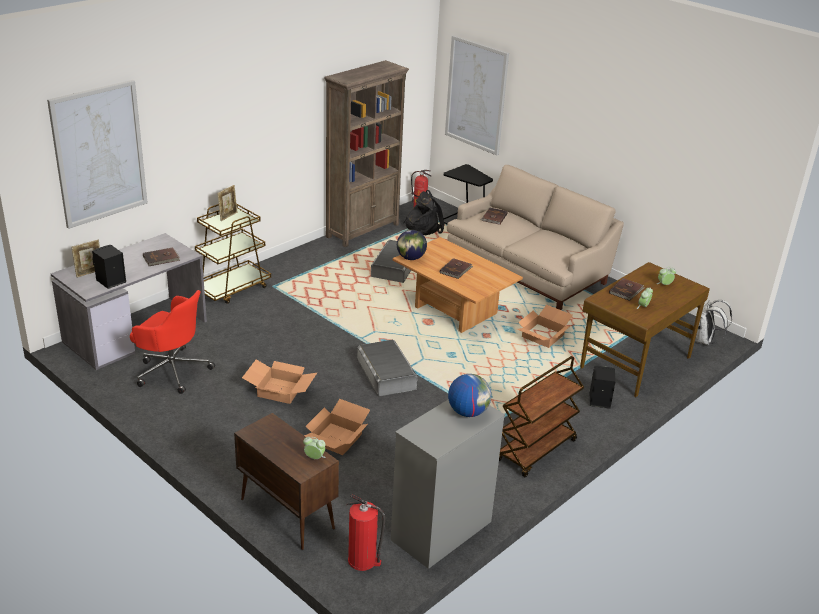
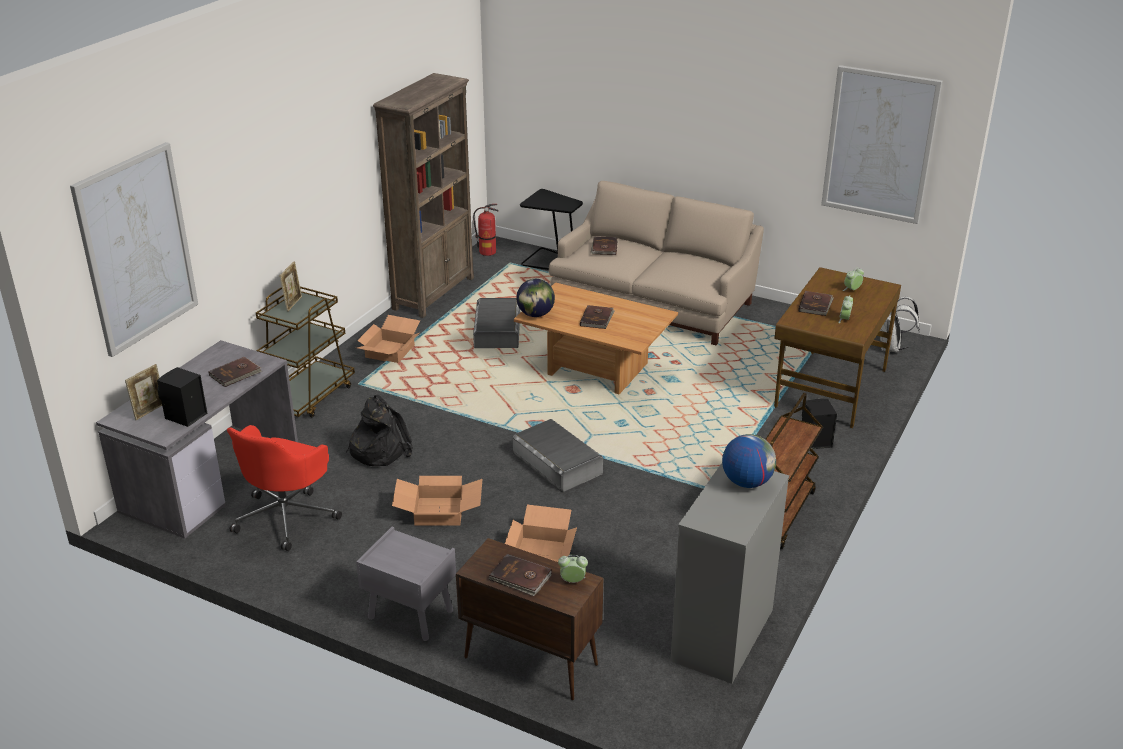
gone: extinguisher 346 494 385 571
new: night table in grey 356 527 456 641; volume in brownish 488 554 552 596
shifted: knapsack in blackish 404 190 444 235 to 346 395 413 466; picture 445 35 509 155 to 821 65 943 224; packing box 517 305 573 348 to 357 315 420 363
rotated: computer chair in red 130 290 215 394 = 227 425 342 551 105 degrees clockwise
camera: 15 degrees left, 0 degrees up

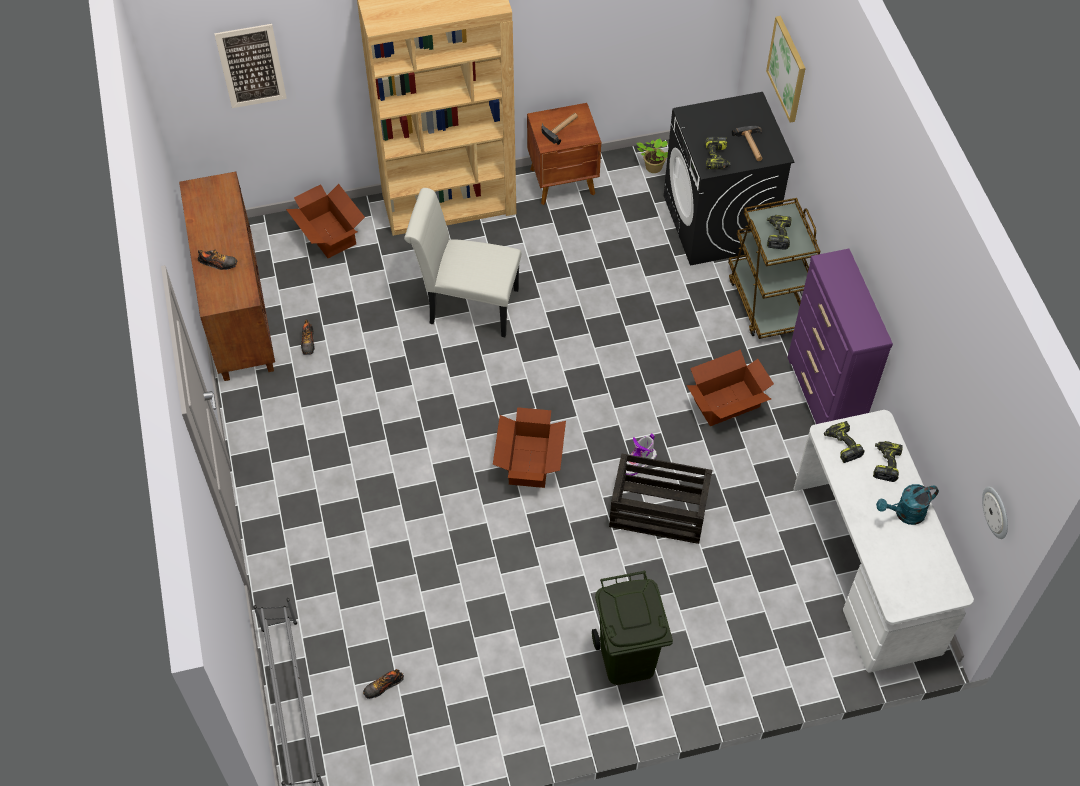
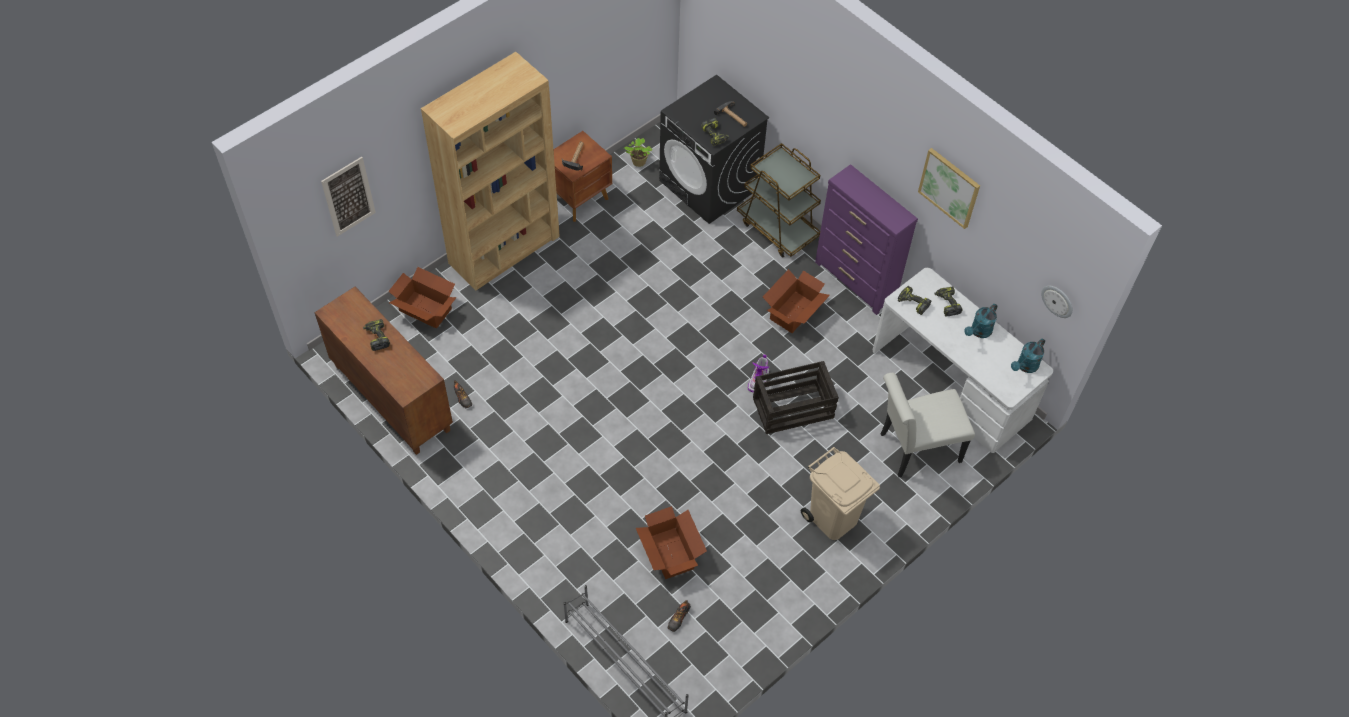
gone: item of footwear 197 249 238 270
new: sprinkling can in turquoise-coloured 1011 338 1045 373
shifted: upright chair in whitish 404 188 521 337 to 880 373 975 477; packing box 493 407 566 488 to 636 506 707 579; picture 766 16 806 122 to 918 148 980 229; drill 767 215 791 250 to 363 319 390 351
repainted: waste bin in green-coloured 592 571 673 685 to waste bin in sand-coloured 801 447 880 540
camera: 30 degrees left, 0 degrees up

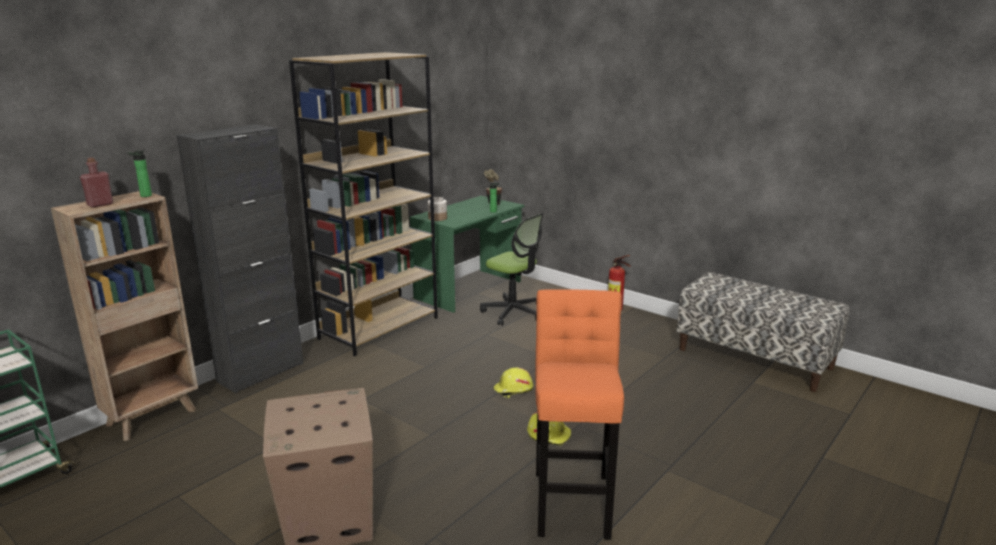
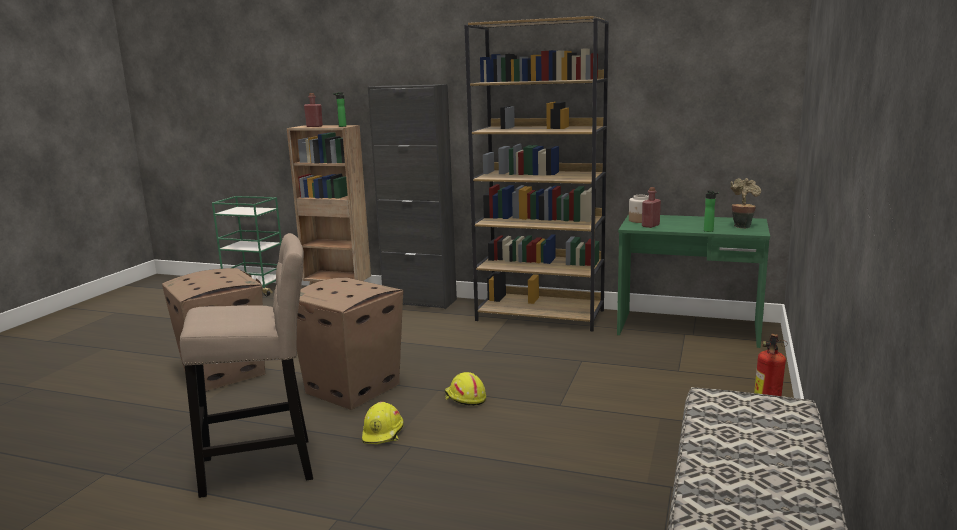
gone: computer chair 480 213 544 326
new: packing box 297 278 404 410; drink bottle in red 642 187 661 228
repainted: stool seat in orange 535 289 624 540 to stool seat in sand-coloured 180 233 313 498
camera: 70 degrees right, 5 degrees down

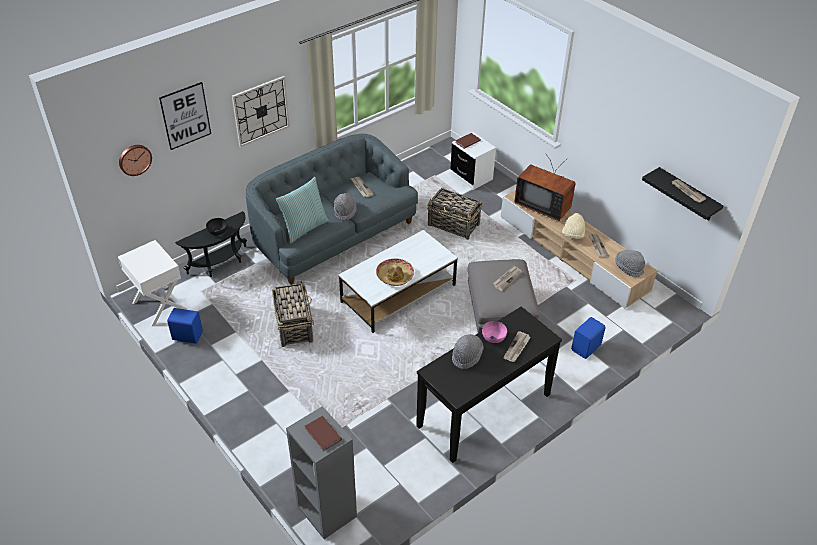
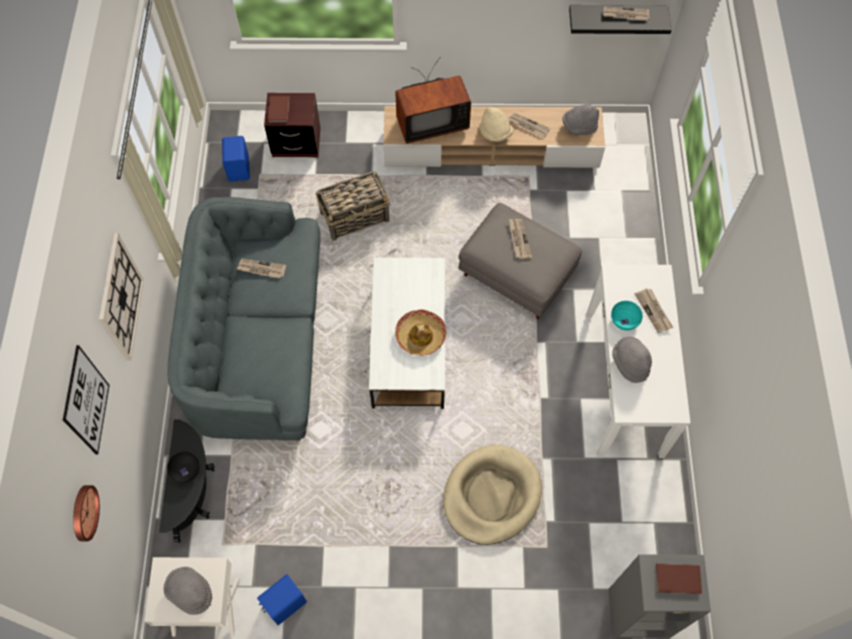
gone: basket 272 280 314 347; pillow 276 177 329 243
new: pet bed in sand-coloured 443 445 542 545
shifted: clothing hat in grey 334 193 357 221 to 163 567 212 615; loudspeaker in blue 571 317 606 359 to 222 136 250 182
repainted: console table in blackish 416 306 562 463 to console table in whitish 587 264 691 458; night table in whitish 450 132 496 190 to night table in brownish 264 93 320 157; serving bowl in pink 482 321 507 343 to serving bowl in turquoise-coloured 611 301 643 330
camera: 50 degrees left, 20 degrees up

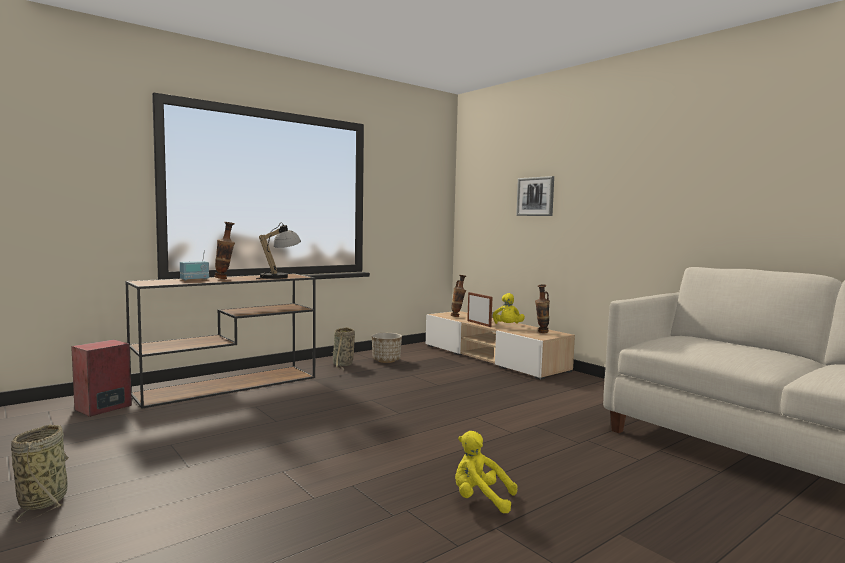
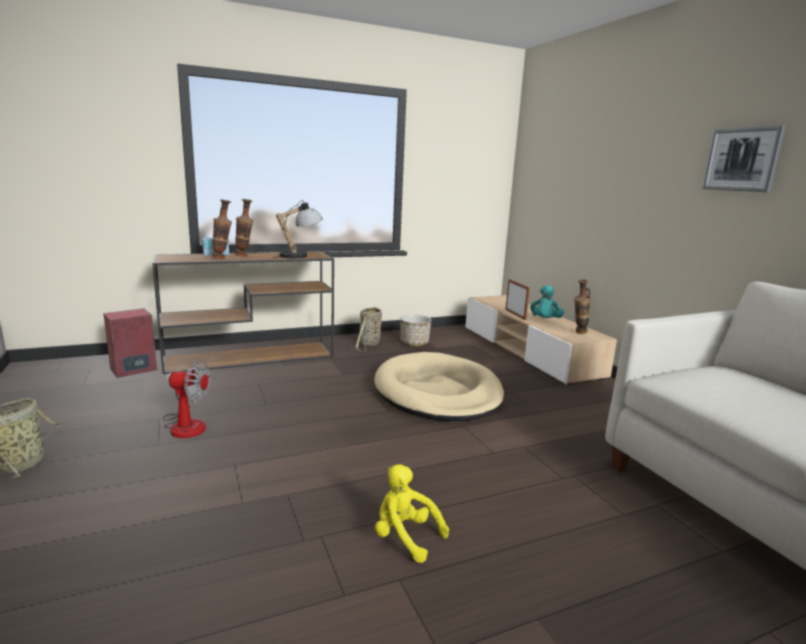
new: fan 163 361 211 438; pet bed in sand-coloured 374 352 504 421
shifted: decorative vase 450 275 466 317 to 212 200 232 260; picture 516 176 554 216 to 702 125 786 192
repainted: cuddly toy in yellow-coloured 493 293 525 324 to cuddly toy in turquoise-coloured 530 285 564 318
camera: 15 degrees right, 10 degrees up

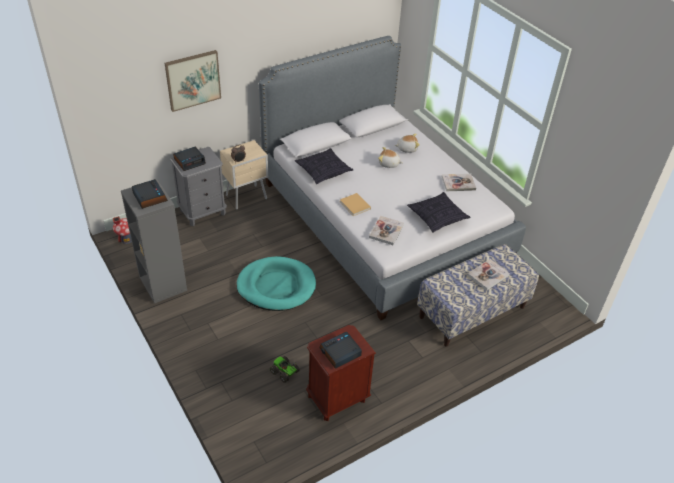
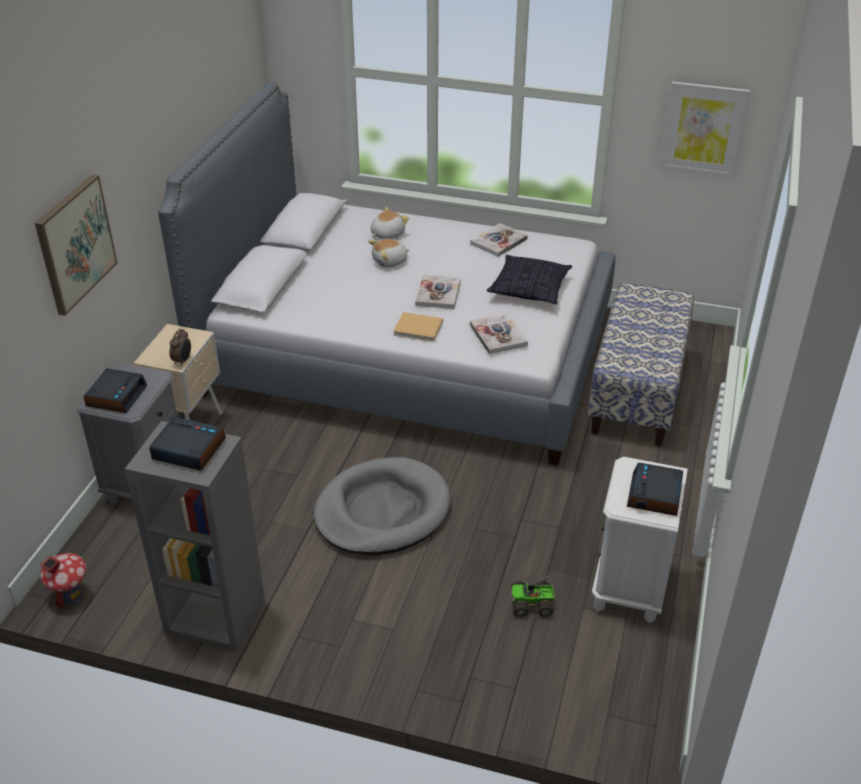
gone: pillow 295 148 353 184
new: picture 660 81 751 178
shifted: volume 467 259 510 291 to 415 275 461 309
repainted: pet bed in turquoise-coloured 236 256 316 311 to pet bed in grey 314 457 450 555; night table in brownish 306 325 376 421 to night table in whitish 592 457 688 623
camera: 40 degrees left, 5 degrees down

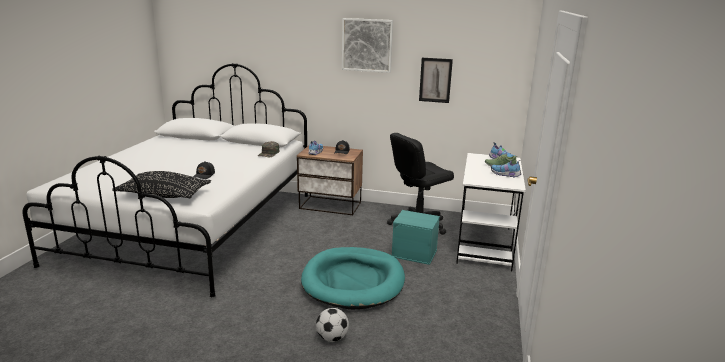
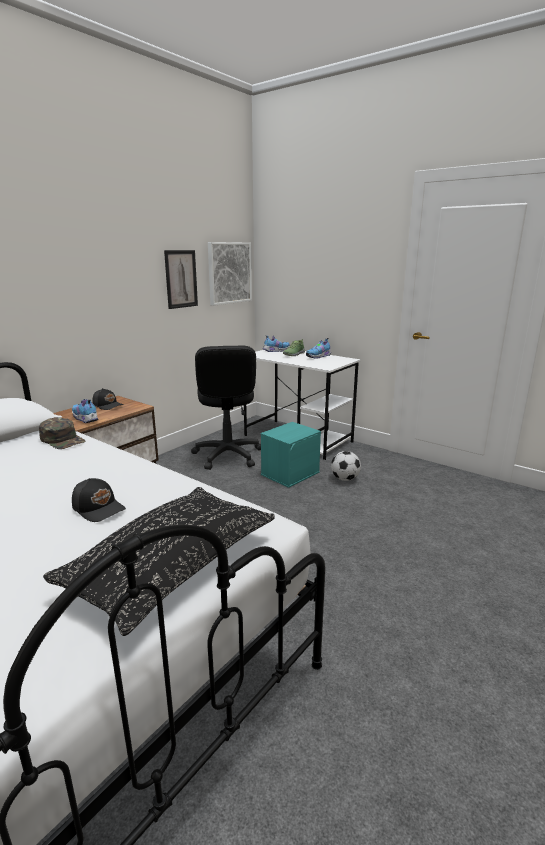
gone: pet bed in turquoise-coloured 301 247 405 310
shifted: football 316 308 349 342 to 331 451 361 481; picture 342 18 393 73 to 208 242 252 306
camera: 65 degrees left, 0 degrees up

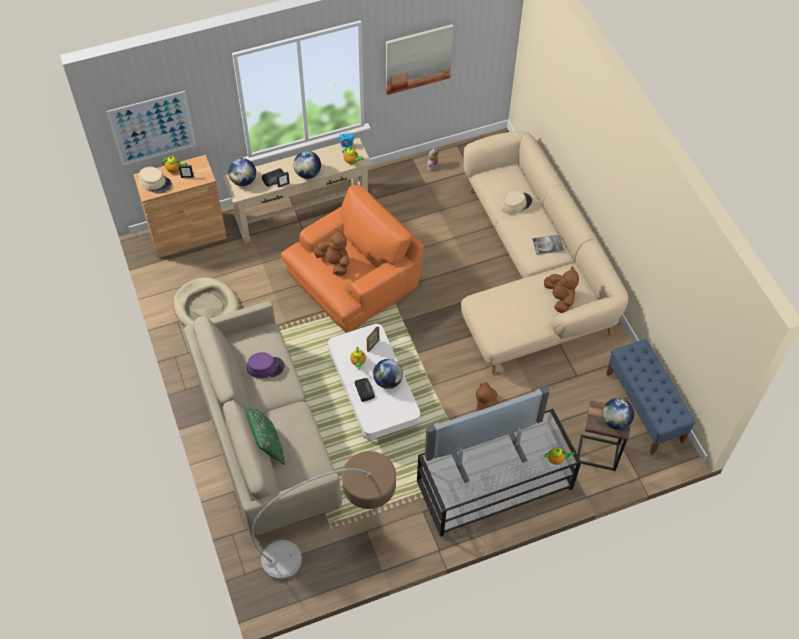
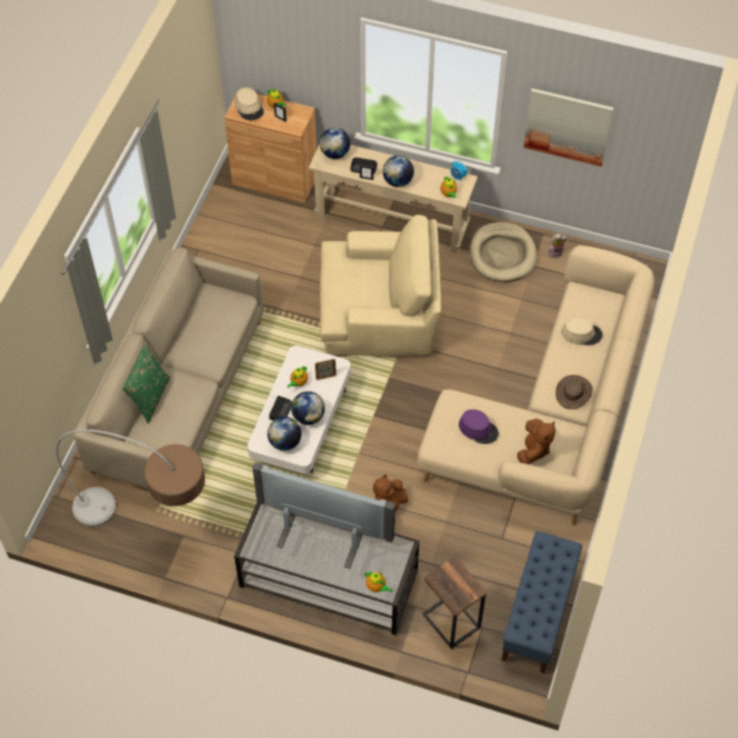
gone: picture 106 91 197 166; cuddly toy in brownish 314 228 349 276
shifted: pet bed in sand-coloured 173 277 239 326 to 469 222 537 282; clothing hat in purple-coloured 247 352 285 378 to 459 409 499 444; globe 602 398 634 430 to 267 417 301 451
swapped: volume 532 235 564 255 to clothing hat in brownish 556 375 592 409
repainted: armchair in orange 281 185 424 333 to armchair in sand-coloured 320 215 441 356
camera: 40 degrees right, 0 degrees up

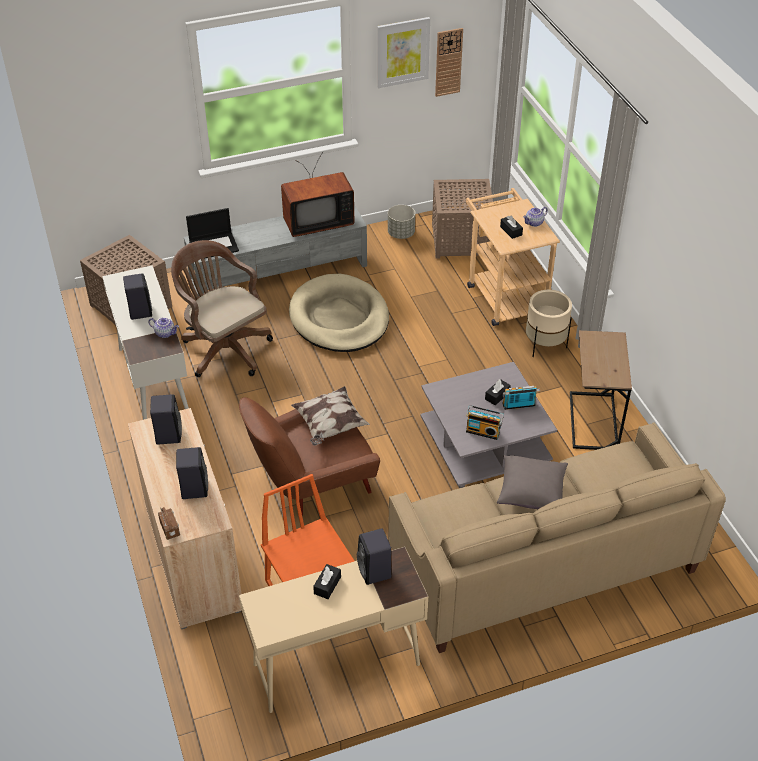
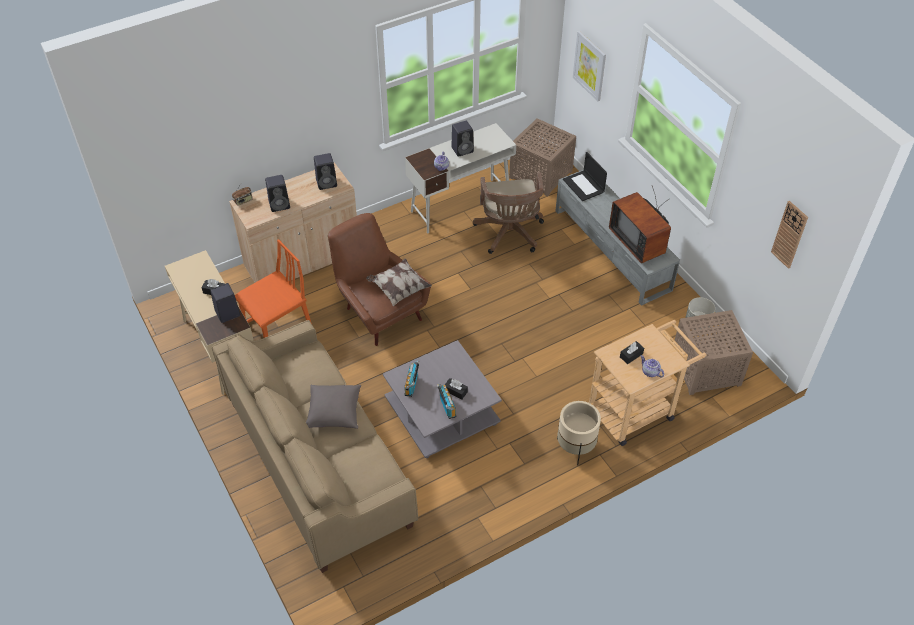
gone: pet bed in sand-coloured 289 274 389 352; accent table in brownish 570 330 632 450
shifted: picture 377 17 430 88 to 573 31 606 101
rotated: computer chair in brownish 171 240 273 377 = 473 172 544 254 135 degrees clockwise
camera: 80 degrees right, 5 degrees up

